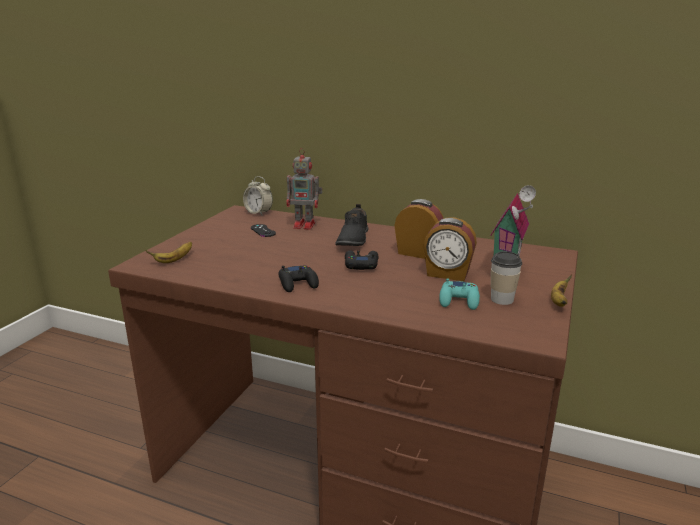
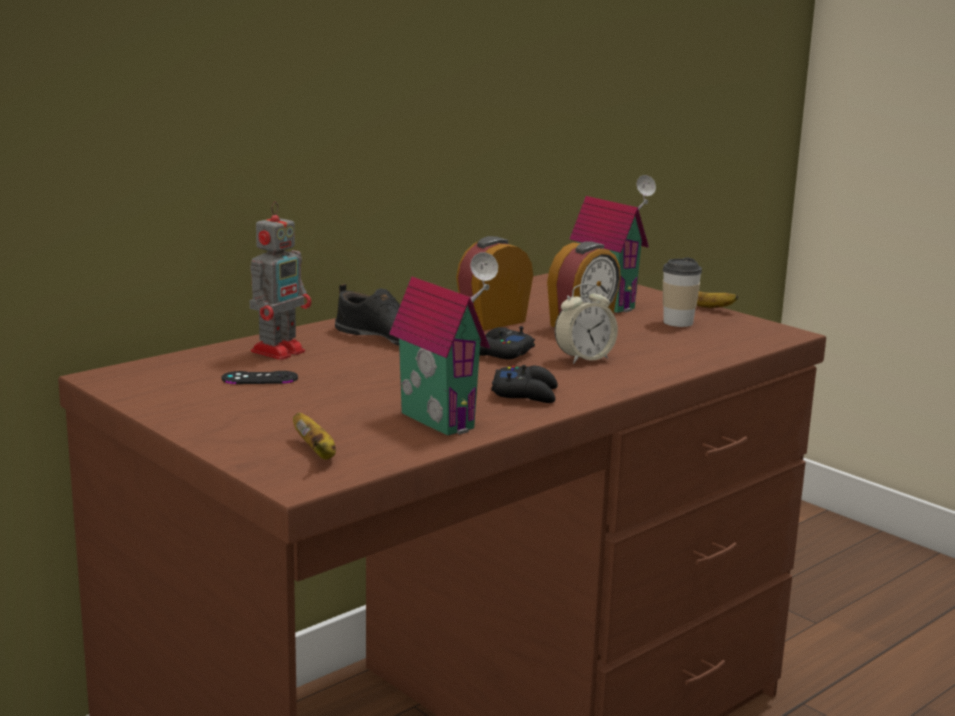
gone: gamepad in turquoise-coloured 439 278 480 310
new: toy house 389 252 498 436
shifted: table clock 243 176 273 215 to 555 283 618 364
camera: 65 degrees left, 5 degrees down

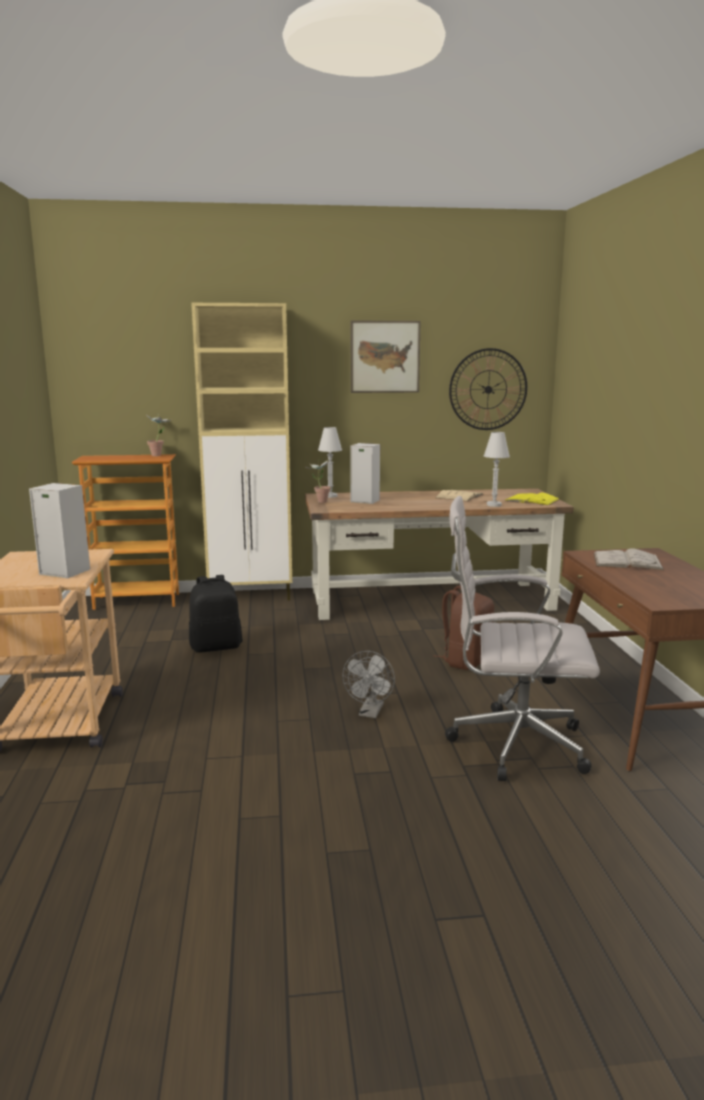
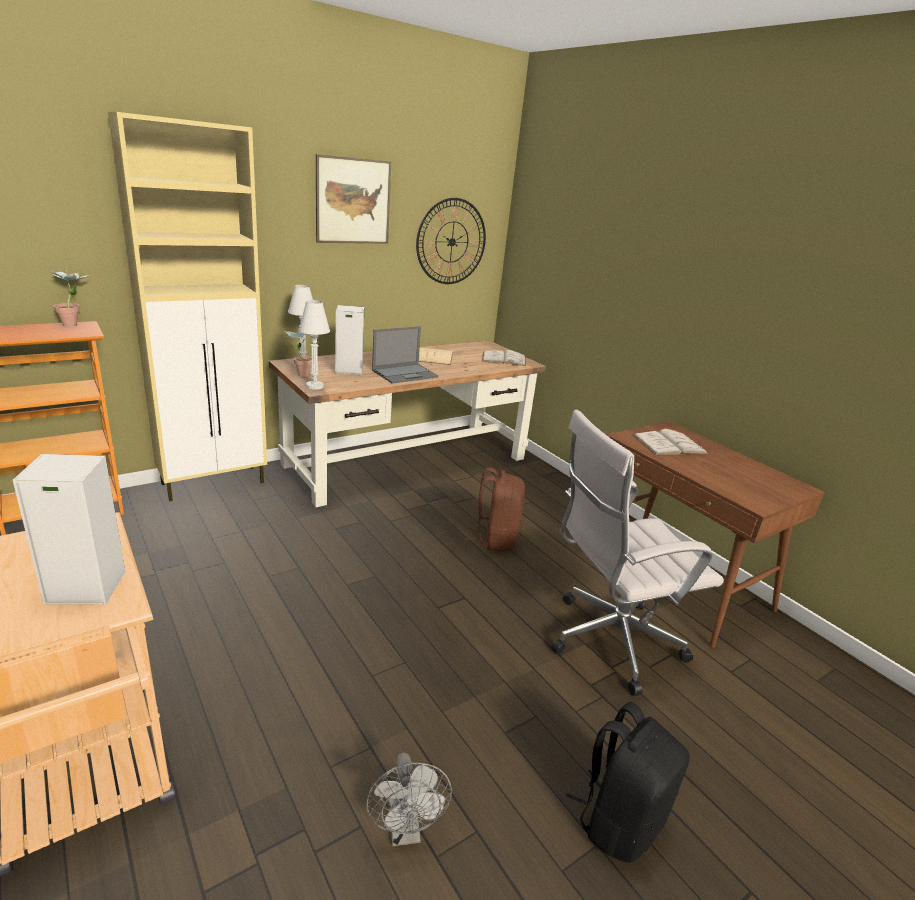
new: notebook computer 372 326 439 383
shifted: knapsack in blackish 189 575 243 653 to 566 702 690 863; fan in grey 342 651 395 718 to 366 752 452 846; tabletop lamp in whitish 484 432 510 507 to 299 300 330 390
repainted: volume in yellow-coloured 505 492 560 506 to volume in whitish 482 350 526 366
camera: 30 degrees left, 10 degrees up

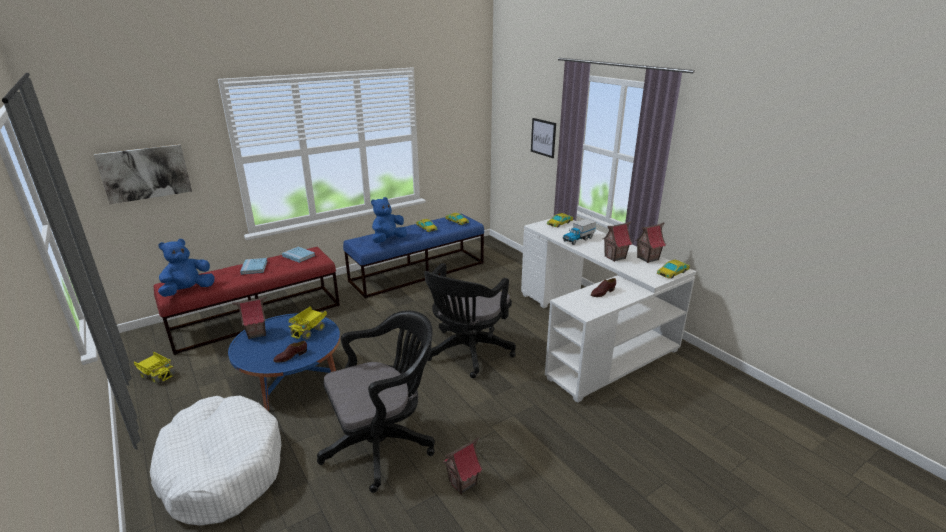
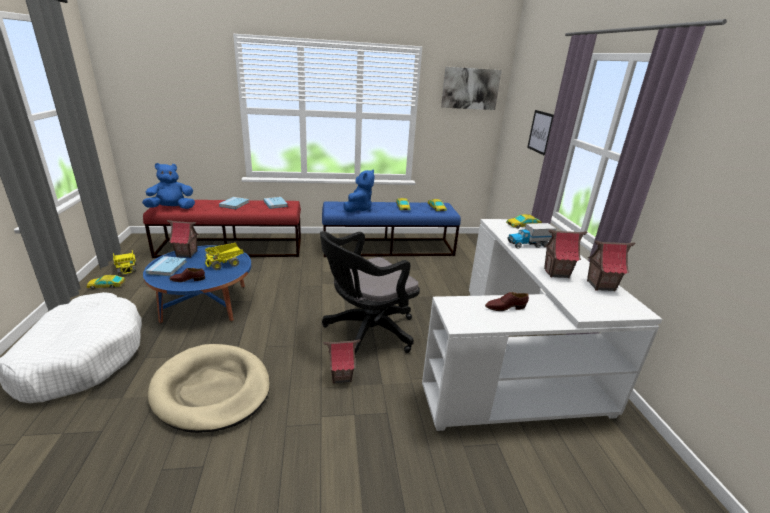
new: volume in blue 146 256 187 276
shifted: picture 94 144 192 204 to 441 67 502 110; toy house 443 437 483 494 to 323 340 361 384; model car 657 260 690 279 to 87 275 126 289
swapped: computer chair in blackish 317 310 435 493 to pet bed in sand-coloured 148 344 270 433
rotated: cuddly toy in blue 371 197 407 243 = 343 169 374 213 135 degrees clockwise
camera: 25 degrees right, 0 degrees up

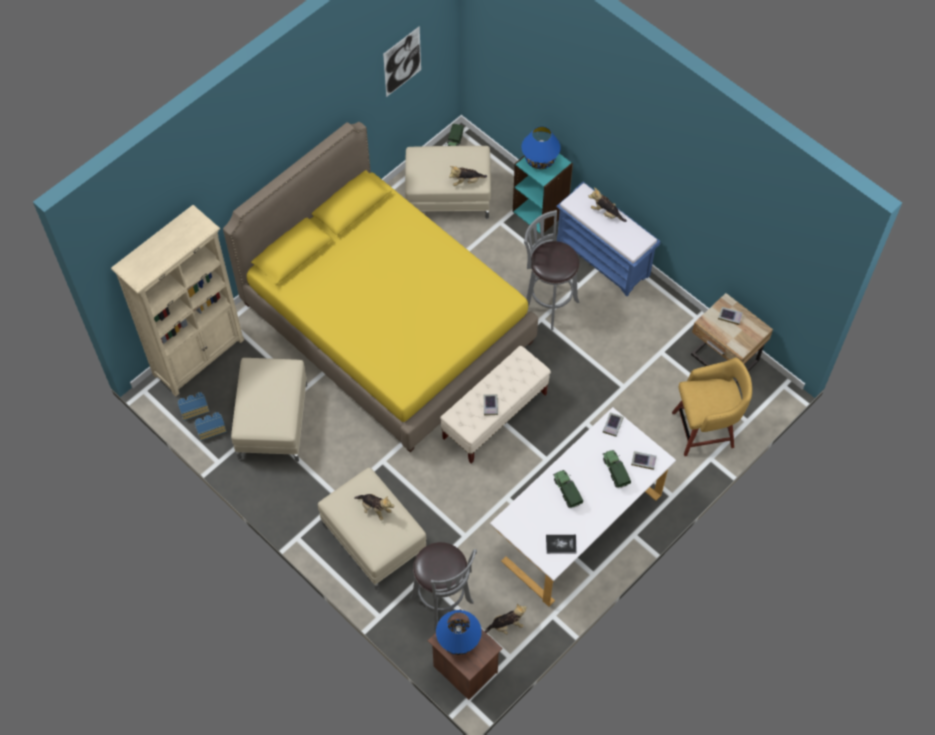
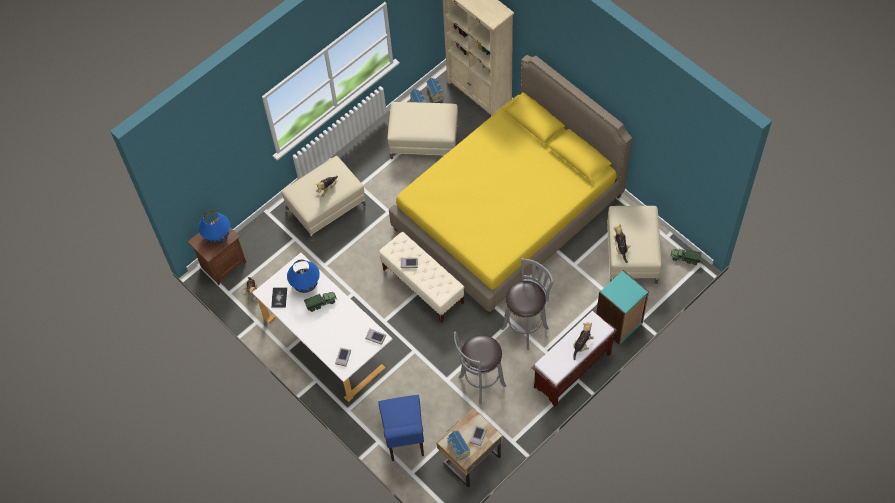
gone: picture 383 26 421 97; toy lorry 603 450 631 488
new: toy house 447 431 470 460
shifted: stool seat in grey 410 542 477 631 to 454 331 506 404; tabletop lamp in blue 522 126 560 169 to 287 260 320 293
swapped: stool seat in yellow-coloured 672 357 752 456 to upright chair in blue 378 395 424 461
repainted: long seat in blue 556 182 660 296 to long seat in brownish 531 311 617 406
camera: 95 degrees right, 0 degrees up

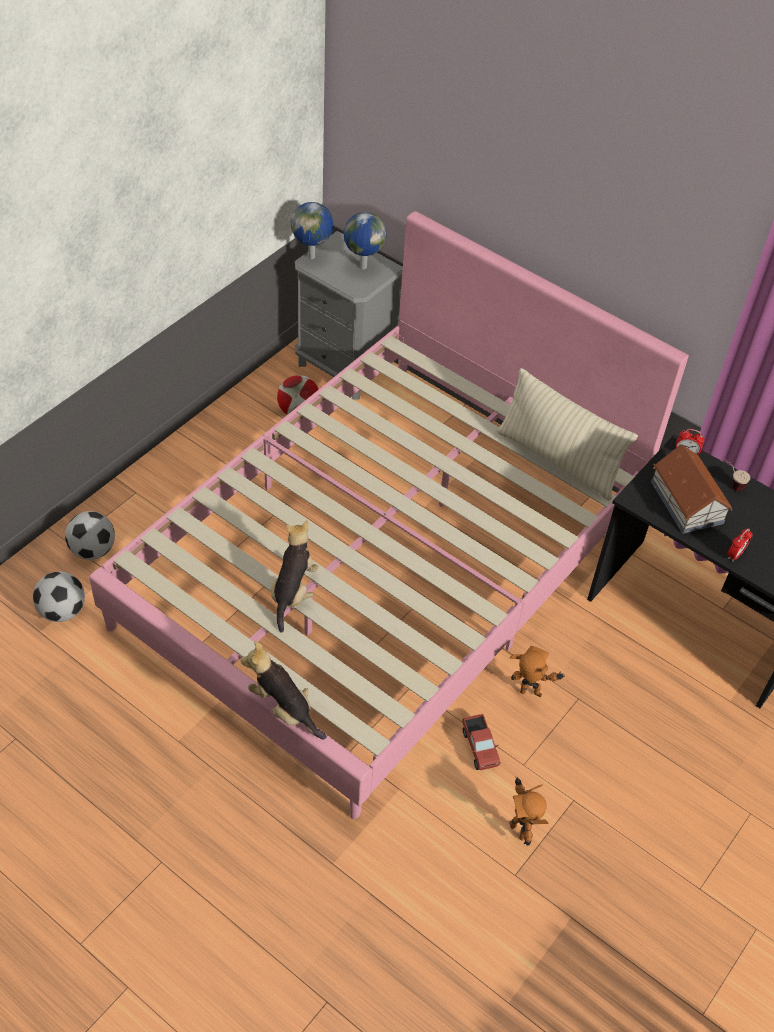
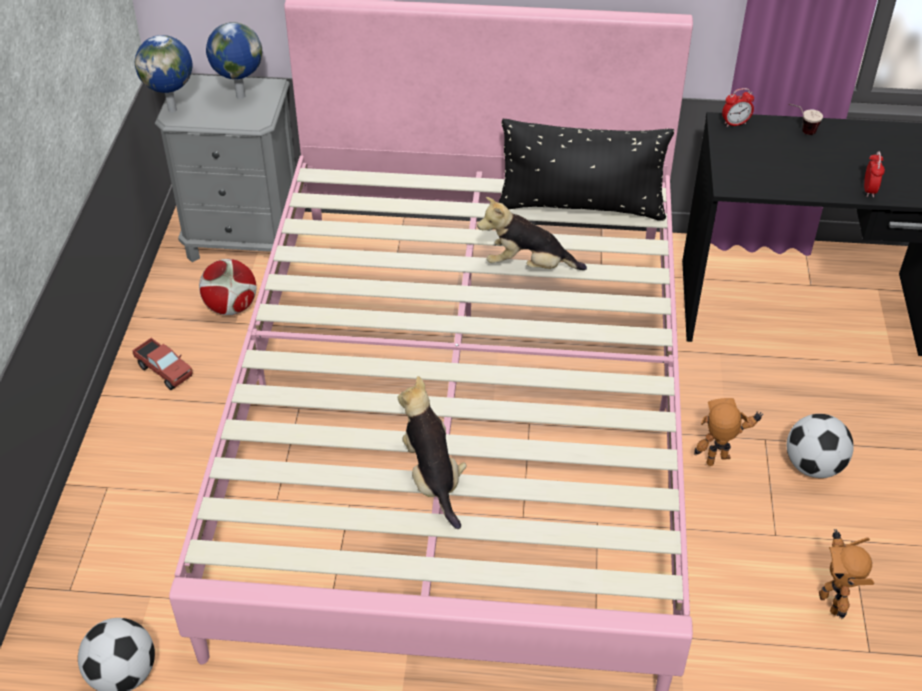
gone: toy house 651 444 733 534
shifted: football 65 511 115 560 to 787 414 854 478; cuddly toy 240 641 327 739 to 477 197 587 270; toy lorry 462 714 500 770 to 132 338 193 390
repainted: pillow in sand-coloured 497 368 638 501 to pillow in blackish 498 119 674 221
rotated: robot figure 509 777 549 846 = 819 529 874 619 45 degrees clockwise
camera: 30 degrees left, 5 degrees down

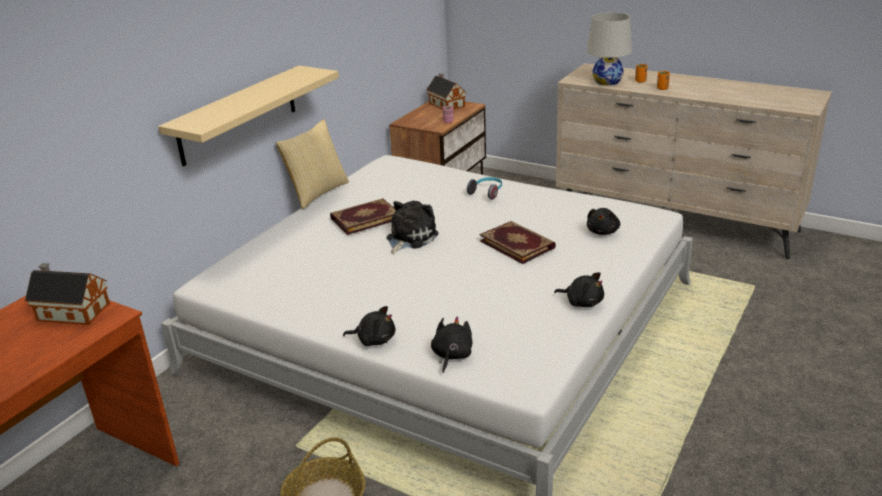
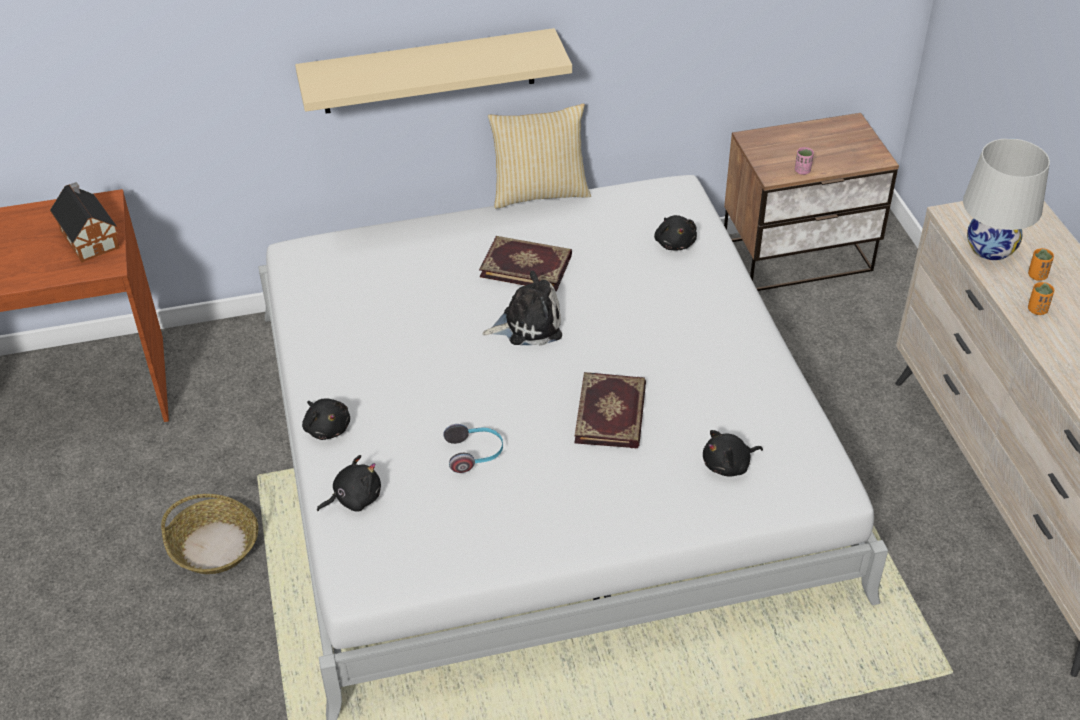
gone: toy house 426 73 467 110
shifted: pair of headphones 467 177 502 200 to 443 424 503 473; cuddly toy in blackish 554 272 604 307 to 654 215 697 250
camera: 45 degrees right, 15 degrees up

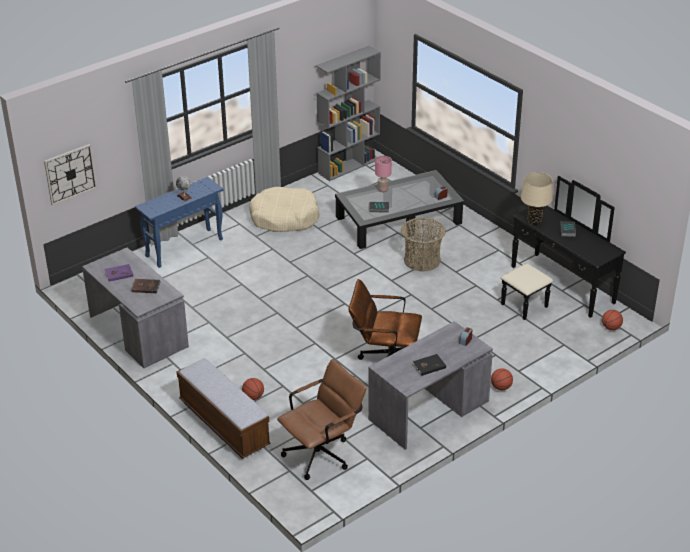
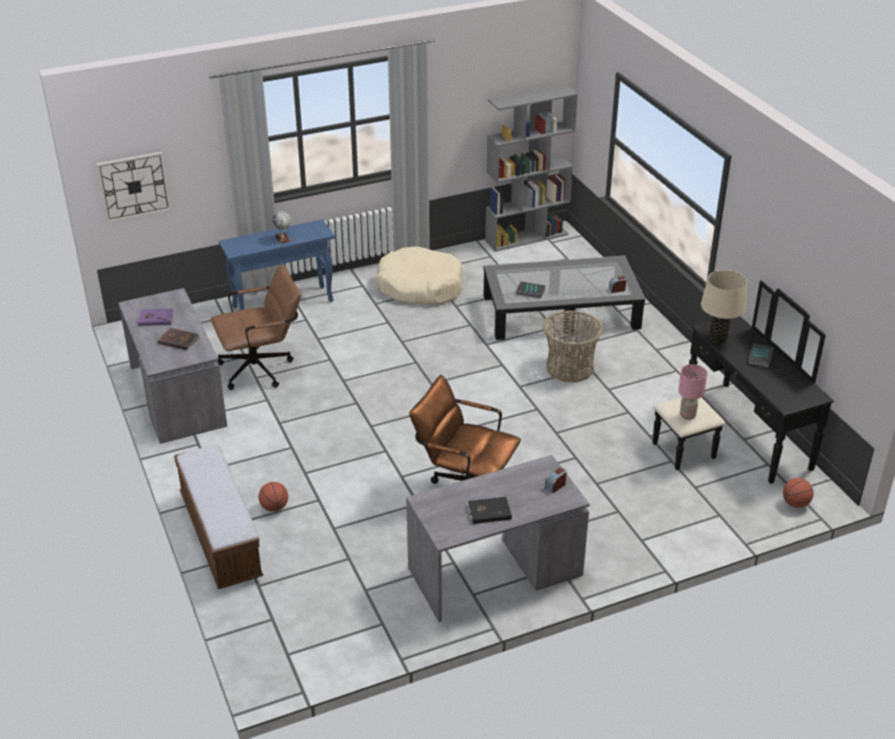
gone: basketball ball 491 368 513 390
shifted: computer chair in brownish 277 359 367 480 to 211 264 301 390; tabletop lamp in pink 375 156 392 192 to 678 364 707 420
camera: 15 degrees right, 0 degrees up

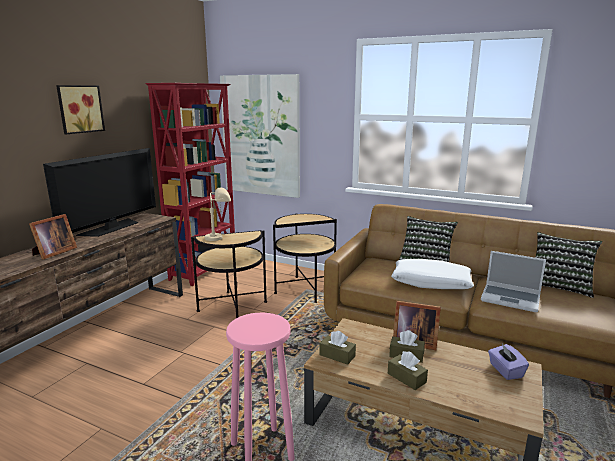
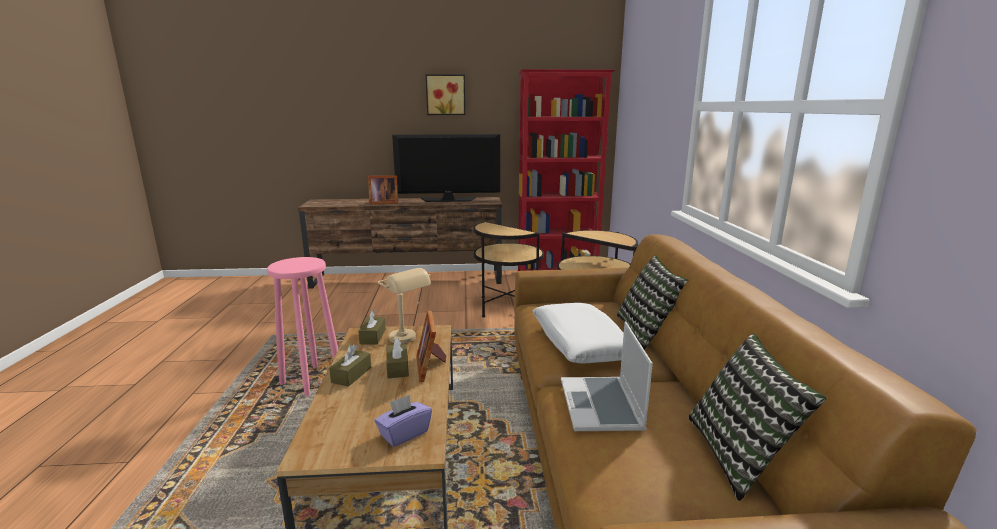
gone: picture 220 74 300 198
shifted: tabletop lamp in sand-coloured 205 188 231 241 to 377 268 431 344
camera: 60 degrees right, 0 degrees up

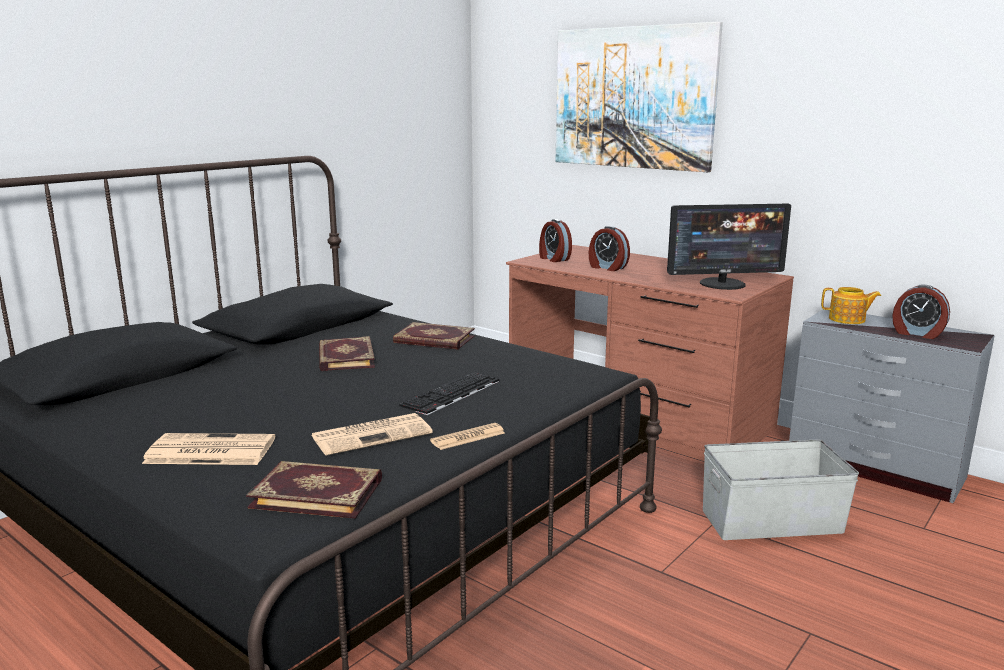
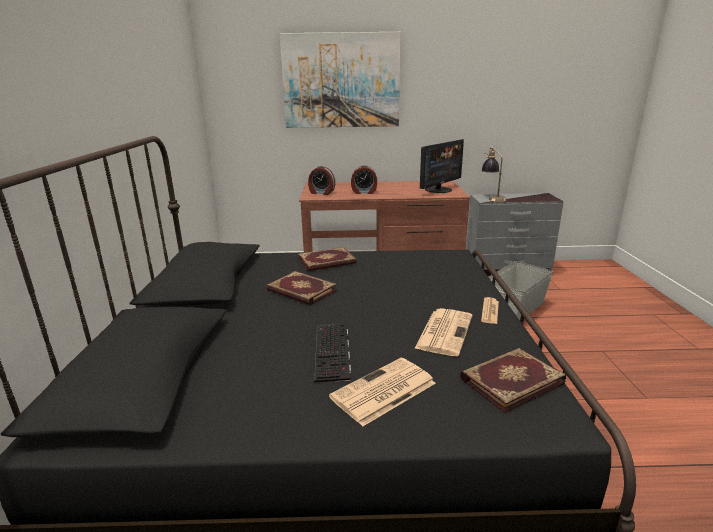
gone: table clock 892 285 950 339
shifted: keyboard 399 372 499 415 to 314 323 351 382
swapped: tea pot 821 287 881 324 to tabletop lamp 481 146 506 202
camera: 40 degrees left, 5 degrees up

